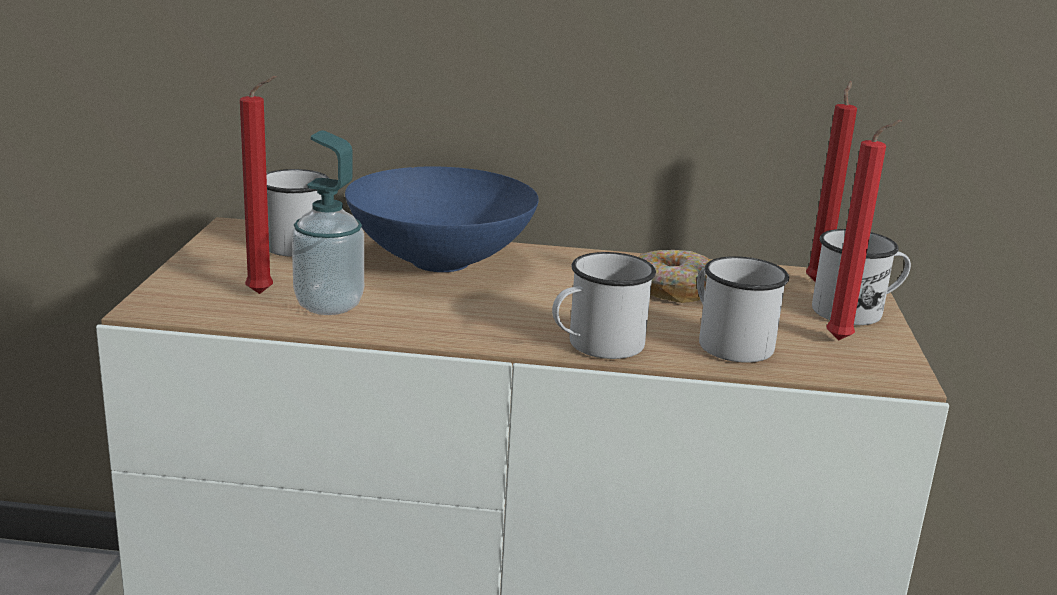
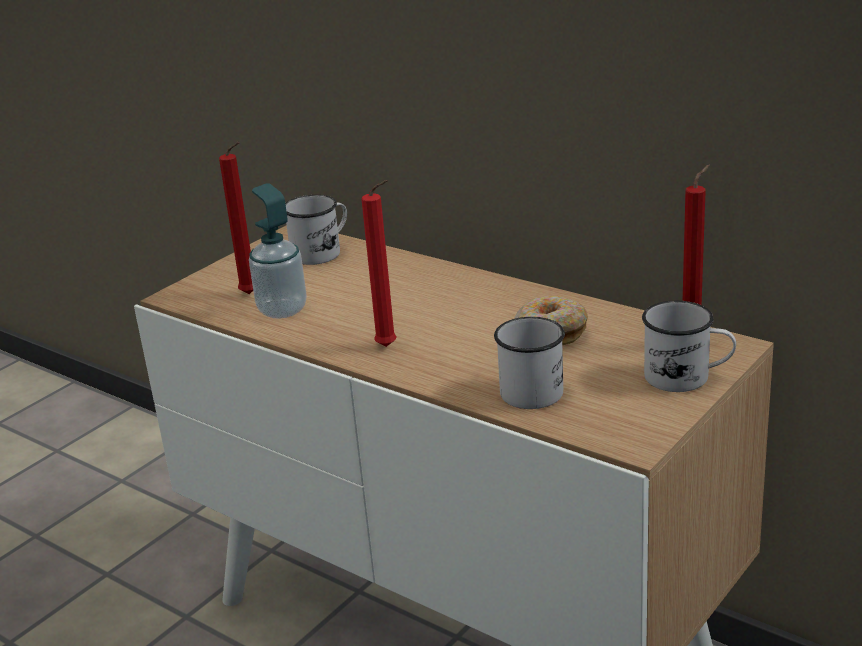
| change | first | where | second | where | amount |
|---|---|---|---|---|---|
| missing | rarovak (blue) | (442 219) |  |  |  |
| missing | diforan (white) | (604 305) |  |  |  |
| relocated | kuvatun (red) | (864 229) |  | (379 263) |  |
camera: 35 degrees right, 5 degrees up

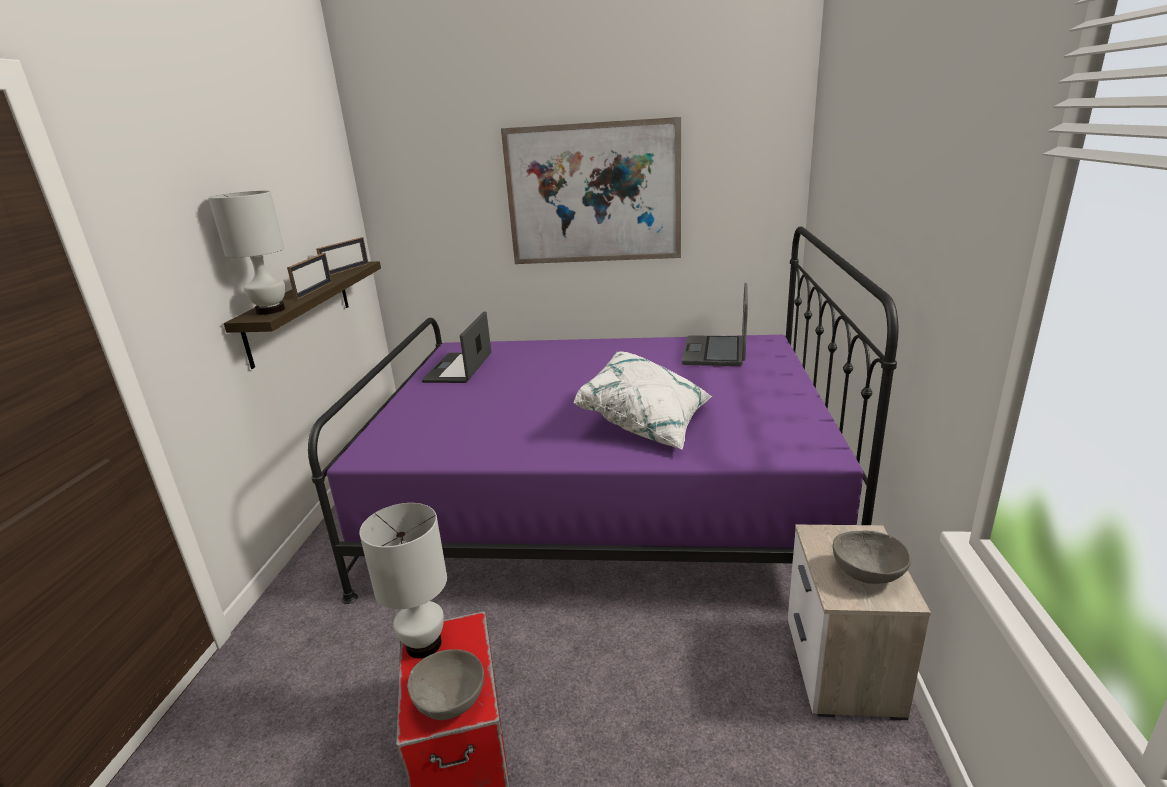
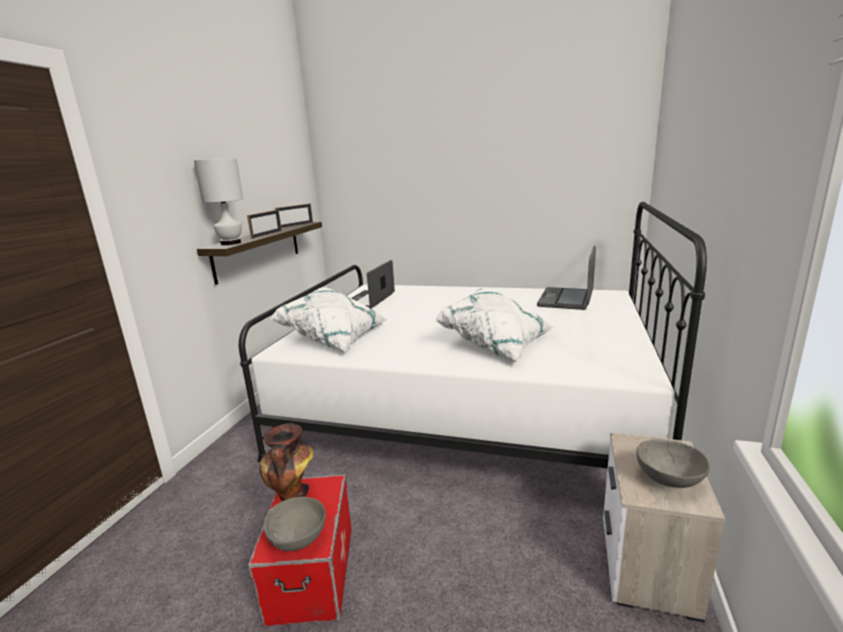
| change | first | where | second | where | amount |
|---|---|---|---|---|---|
| colour | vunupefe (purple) | (603 415) | vunupefe (white) | (473 335) |  |
| exchanged | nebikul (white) | (403 580) | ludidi | (286 461) |  |
| missing | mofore | (591 190) |  |  |  |
| appeared |  |  | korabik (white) | (329 319) |  |
camera: 10 degrees right, 5 degrees down

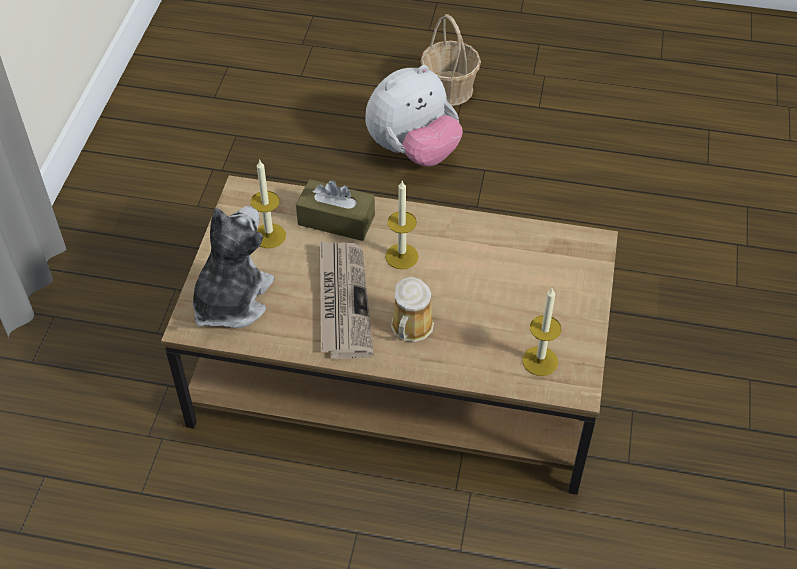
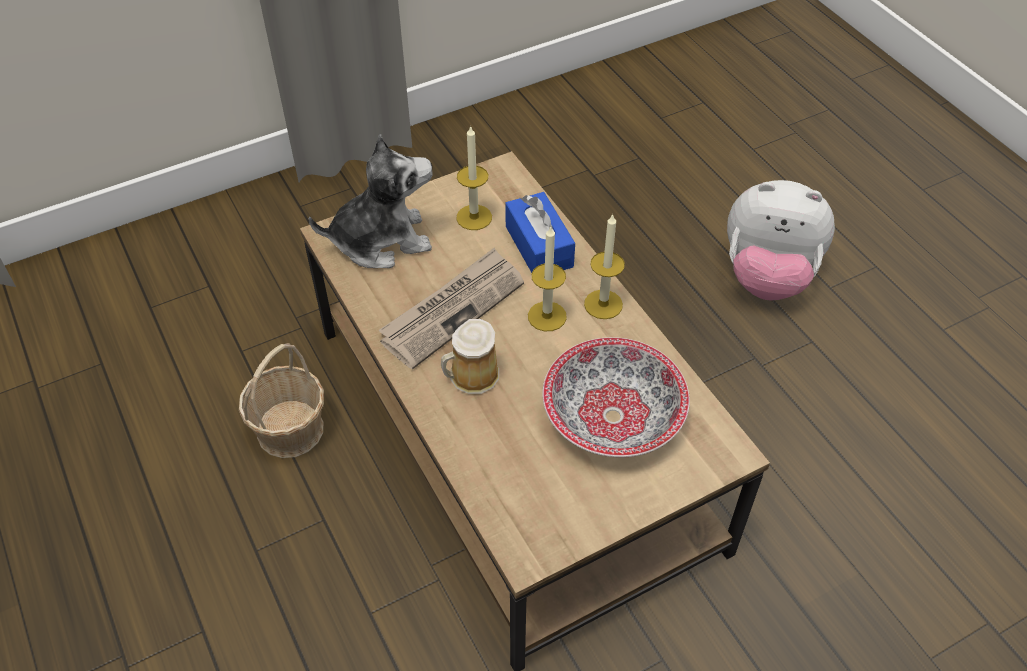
| change | first | where | second | where | amount |
|---|---|---|---|---|---|
| colour | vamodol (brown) | (335 210) | vamodol (blue) | (540 232) |  |
| relocated | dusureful | (451 60) |  | (281 400) |  |
| relocated | kuvatun | (541 332) |  | (604 266) |  |
| appeared |  |  | rarovak | (616 397) |  |
camera: 50 degrees right, 0 degrees up

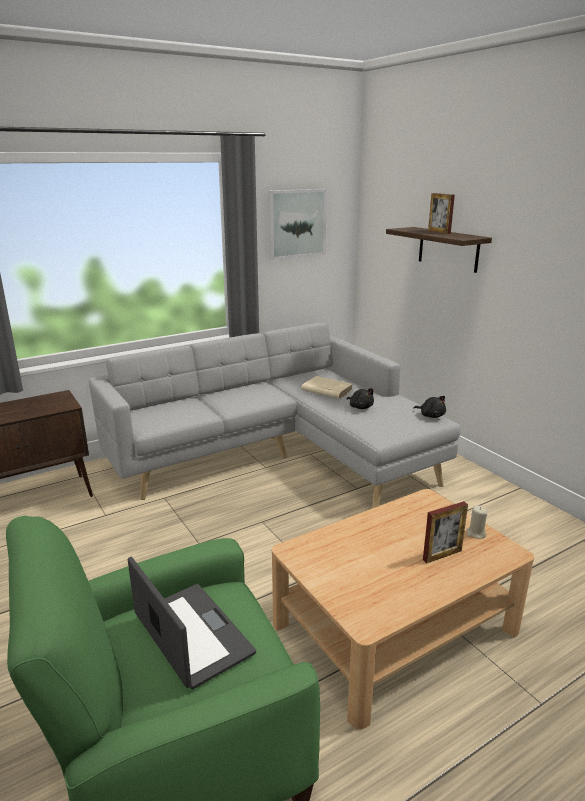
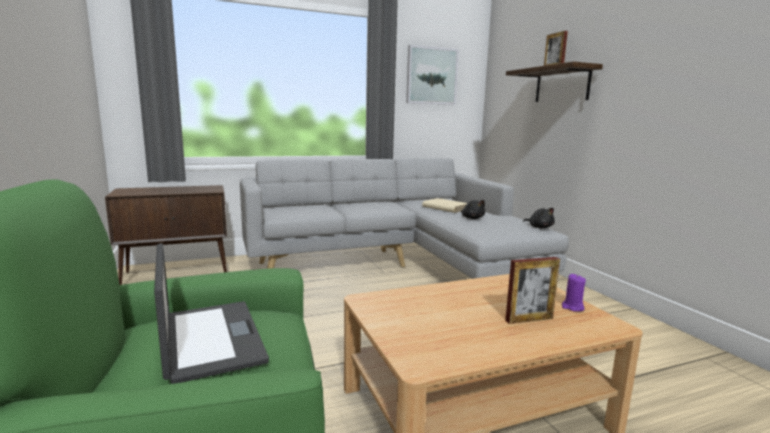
| change | first | where | second | where | amount |
|---|---|---|---|---|---|
| colour | kuvatun (beige) | (476 522) | kuvatun (purple) | (574 293) |  |
camera: 10 degrees right, 10 degrees down

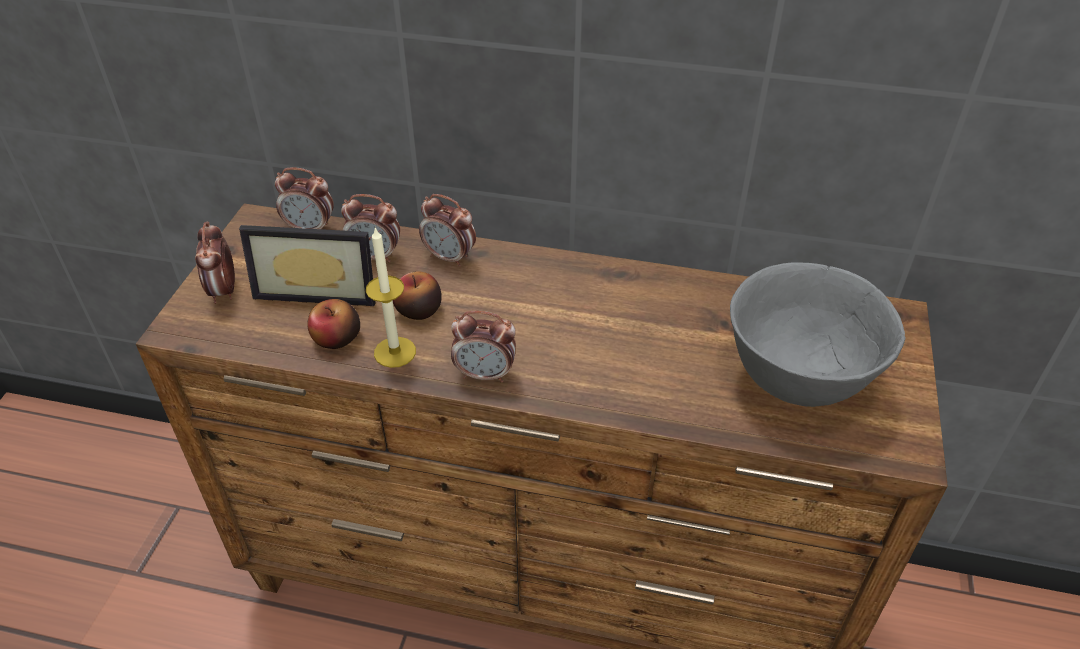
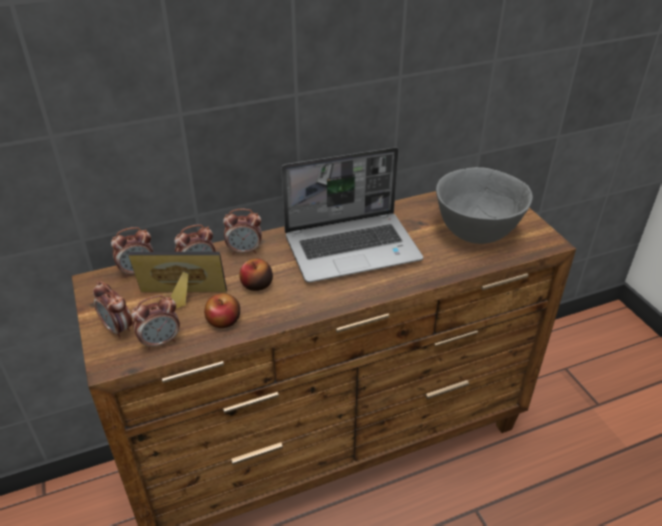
| change | first | where | second | where | amount |
|---|---|---|---|---|---|
| spun | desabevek | (307 265) |  | (177 280) | 150 degrees counterclockwise |
| missing | kuvatun | (391 297) |  |  |  |
| relocated | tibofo | (483 347) |  | (155 323) |  |
| appeared |  |  | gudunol | (352 215) |  |
camera: 35 degrees left, 5 degrees down

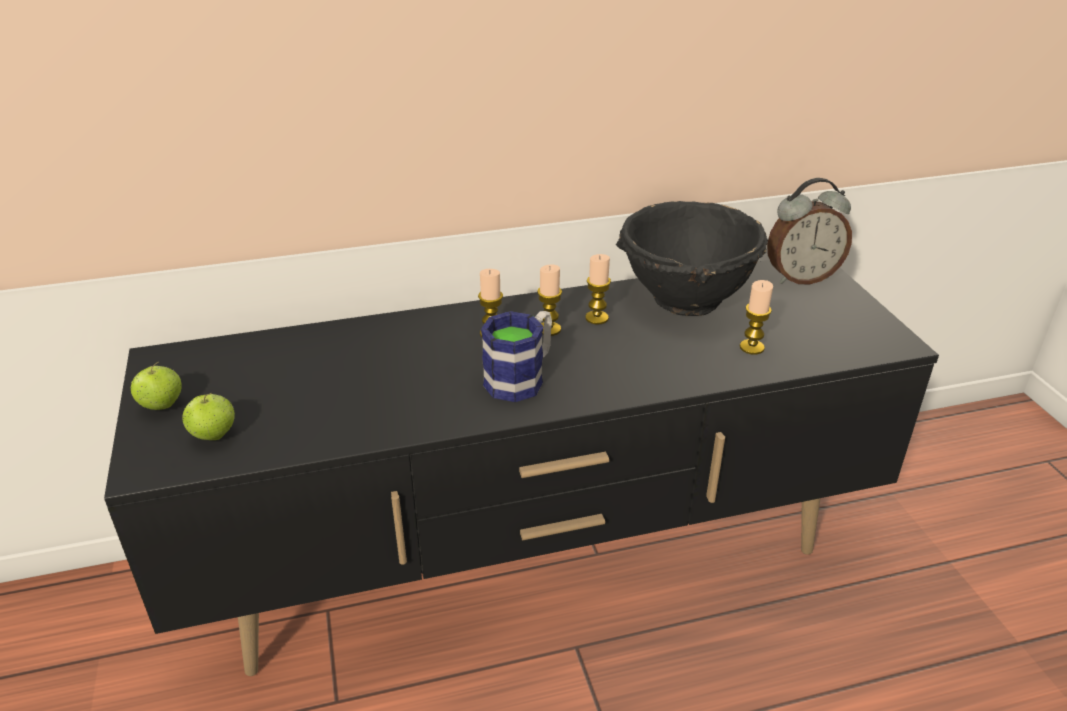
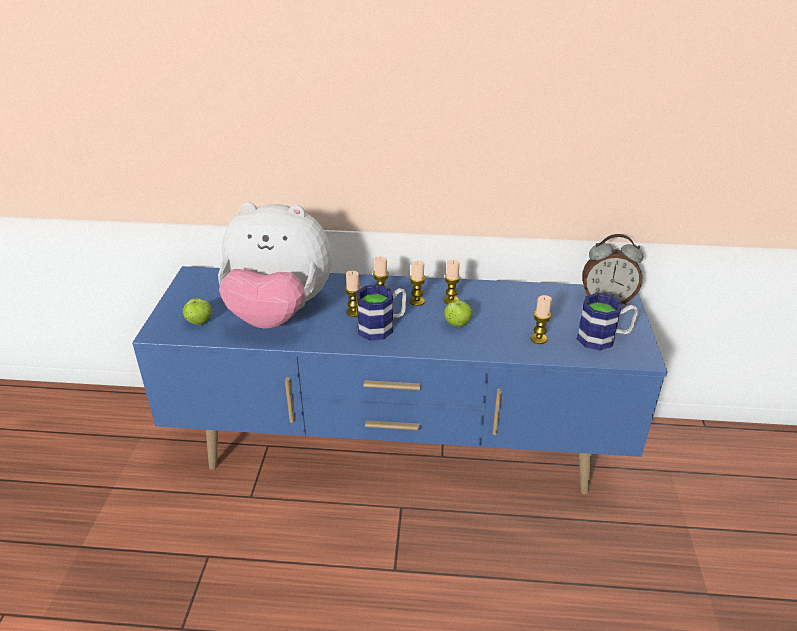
| change | first | where | second | where | amount |
|---|---|---|---|---|---|
| colour | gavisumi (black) | (521 468) | gavisumi (blue) | (400 380) |  |
| relocated | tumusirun | (156 385) |  | (458 313) |  |
| missing | rarovak (black) | (692 258) |  |  |  |
| appeared |  |  | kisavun | (275 265) |  |
| appeared |  |  | kuvatun | (353 294) |  |
| appeared |  |  | diforan | (607 322) |  |
camera: 20 degrees right, 0 degrees up

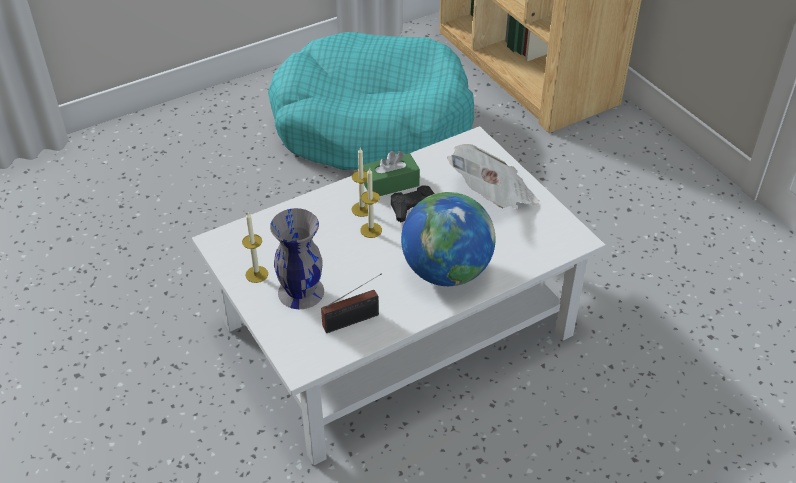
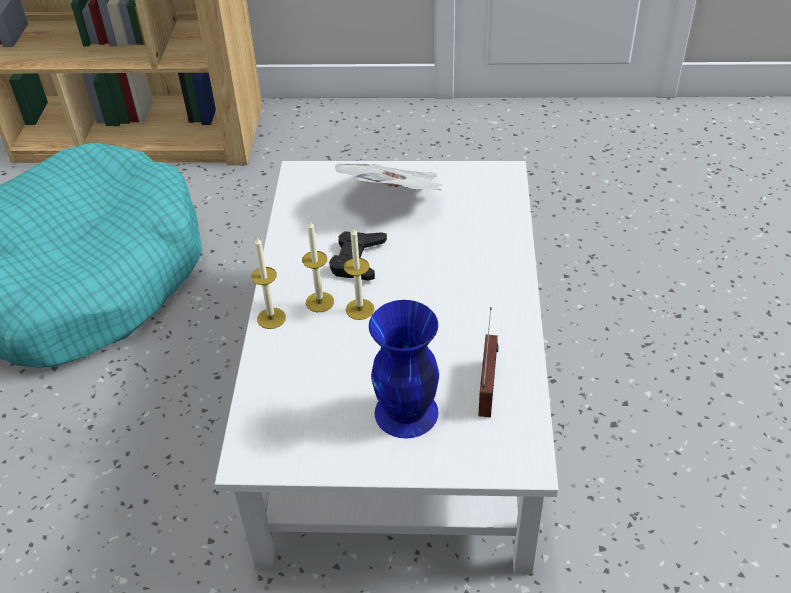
| change | first | where | second | where | amount |
|---|---|---|---|---|---|
| relocated | kuvatun | (255 247) |  | (268 283) |  |
| colour | ludidi (grey) | (297 258) | ludidi (blue) | (404 369) |  |
| missing | vamodol (green) | (391 173) |  |  |  |
| missing | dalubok | (448 239) |  |  |  |
camera: 55 degrees left, 0 degrees up

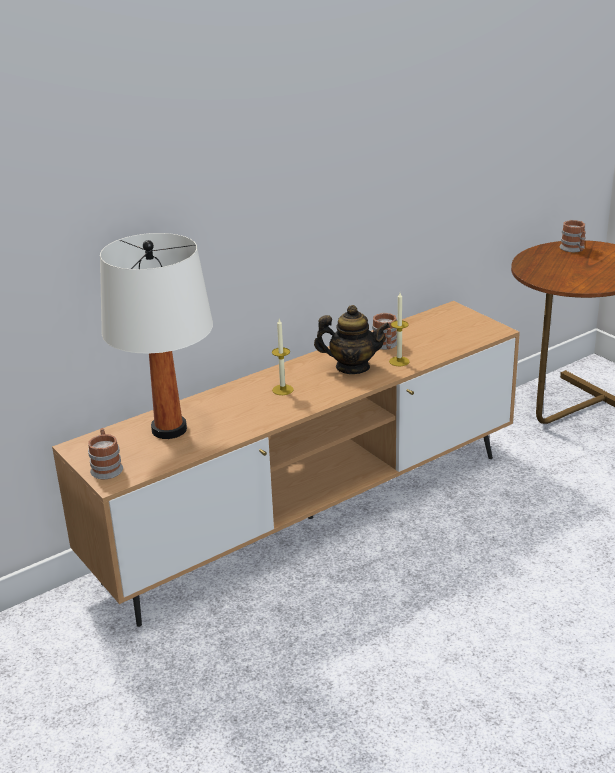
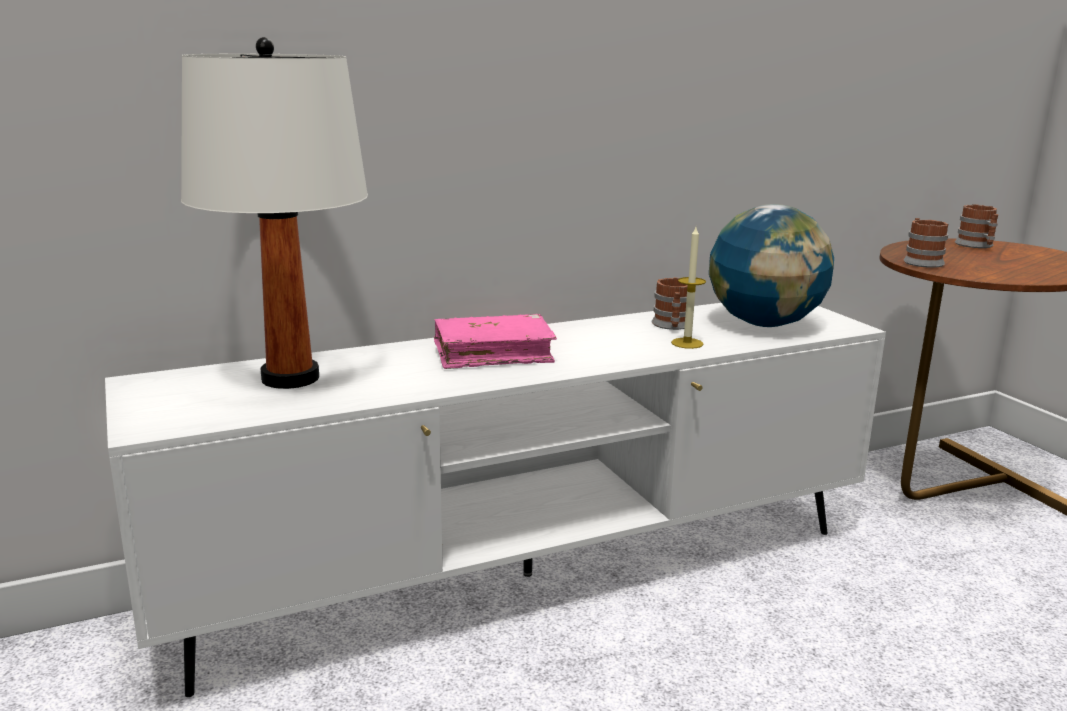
| change | first | where | second | where | amount |
|---|---|---|---|---|---|
| colour | gavisumi (brown) | (286 464) | gavisumi (white) | (495 500) |  |
| relocated | diforan | (105 453) |  | (925 243) |  |
| exchanged | kuvatun | (283 357) | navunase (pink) | (495 341) |  |
| missing | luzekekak | (352 339) |  |  |  |
| appeared |  |  | dalubok | (771 265) |  |
camera: 10 degrees right, 10 degrees down

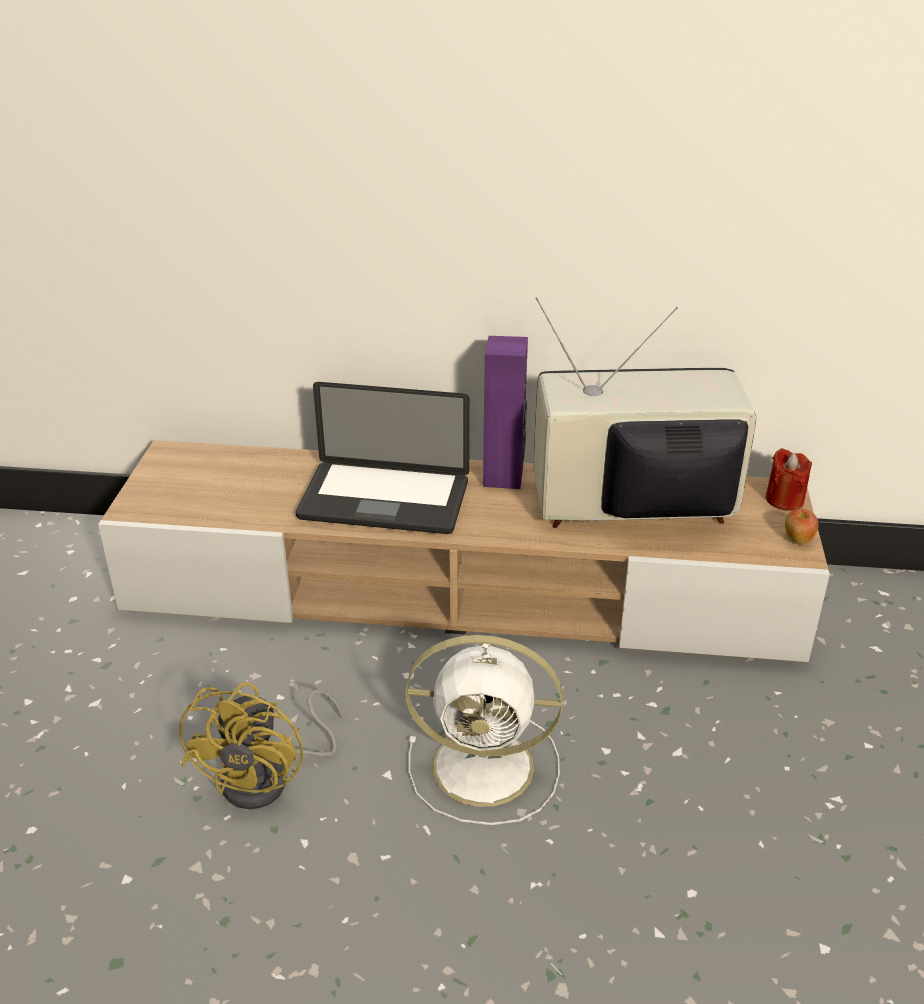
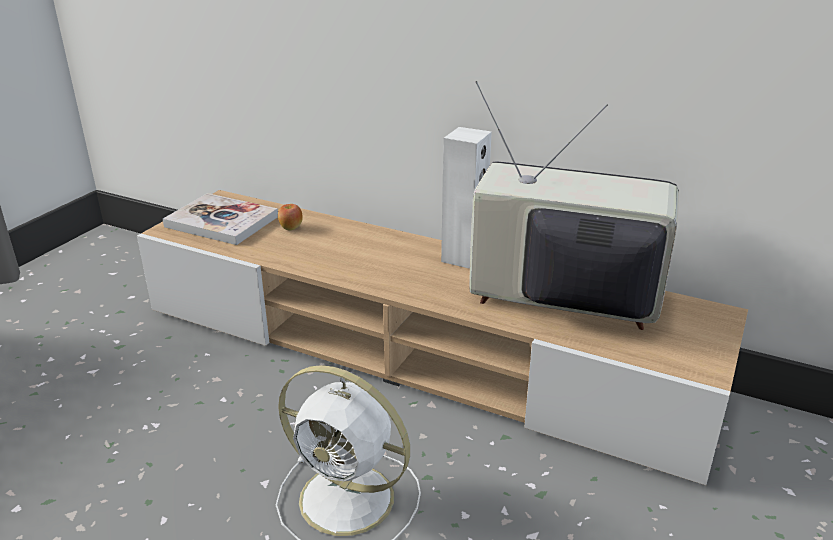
| change | first | where | second | where | amount |
|---|---|---|---|---|---|
| missing | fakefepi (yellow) | (260 745) |  |  |  |
| missing | gudunol | (383 458) |  |  |  |
| colour | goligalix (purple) | (505 412) | goligalix (white) | (466 198) |  |
| missing | kuvatun (red) | (789 479) |  |  |  |
| relocated | tumusirun | (801 526) |  | (290 217) |  |
| appeared |  |  | navunase | (220 219) |  |
camera: 20 degrees right, 5 degrees down

